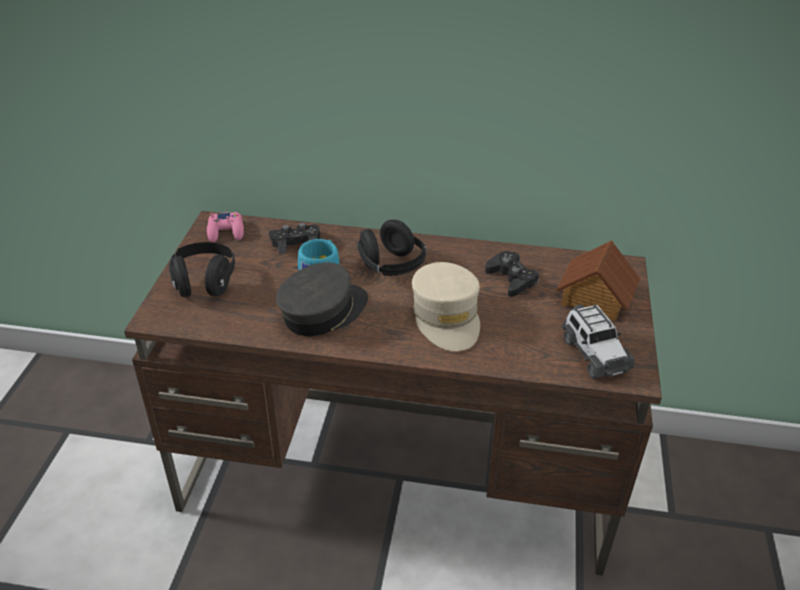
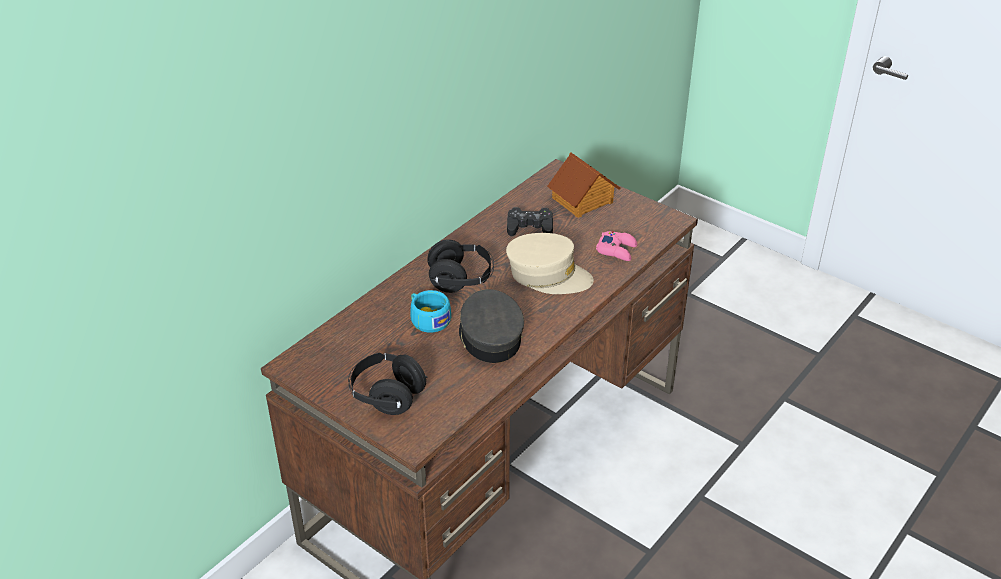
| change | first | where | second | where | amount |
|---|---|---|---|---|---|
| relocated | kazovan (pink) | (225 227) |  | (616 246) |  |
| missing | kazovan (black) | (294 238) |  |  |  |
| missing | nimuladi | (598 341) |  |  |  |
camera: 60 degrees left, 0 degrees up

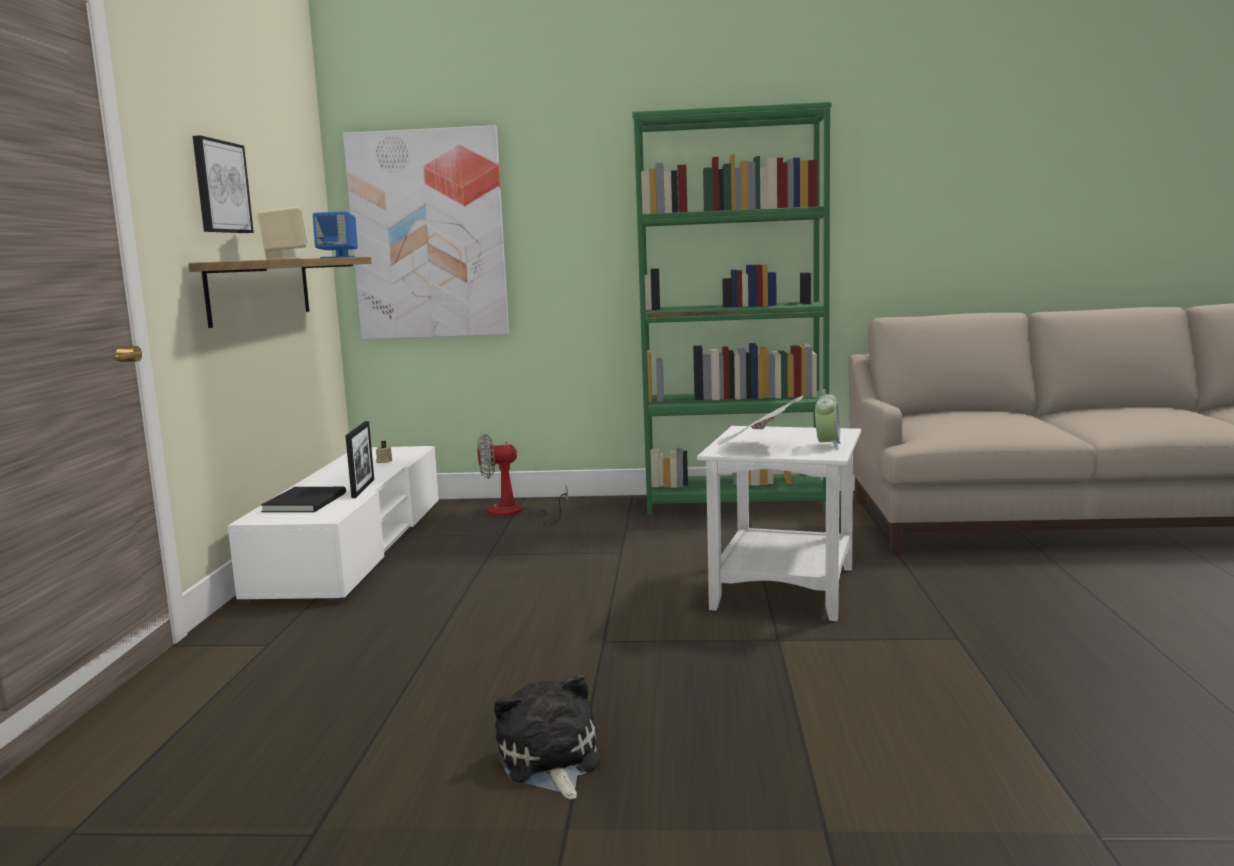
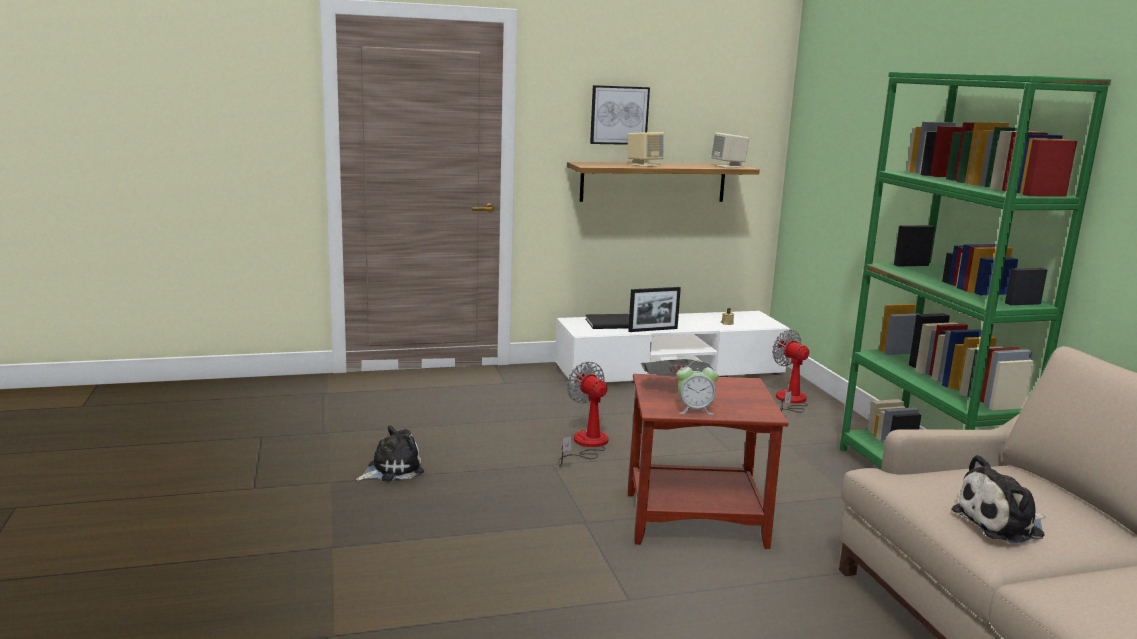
| change | first | where | second | where | amount |
|---|---|---|---|---|---|
| colour | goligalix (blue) | (335 234) | goligalix (beige) | (730 150) |  |
| missing | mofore | (426 232) |  |  |  |
| colour | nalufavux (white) | (779 523) | nalufavux (brown) | (708 461) |  |
| appeared |  |  | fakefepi | (583 414) |  |
| appeared |  |  | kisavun | (998 499) |  |
camera: 70 degrees right, 5 degrees up

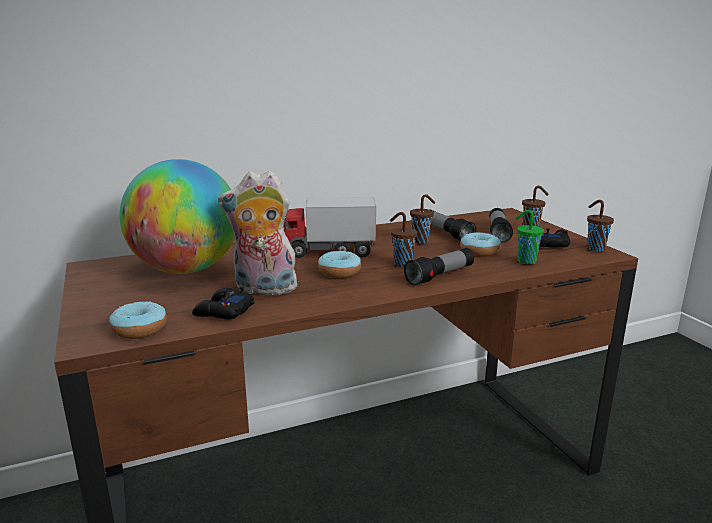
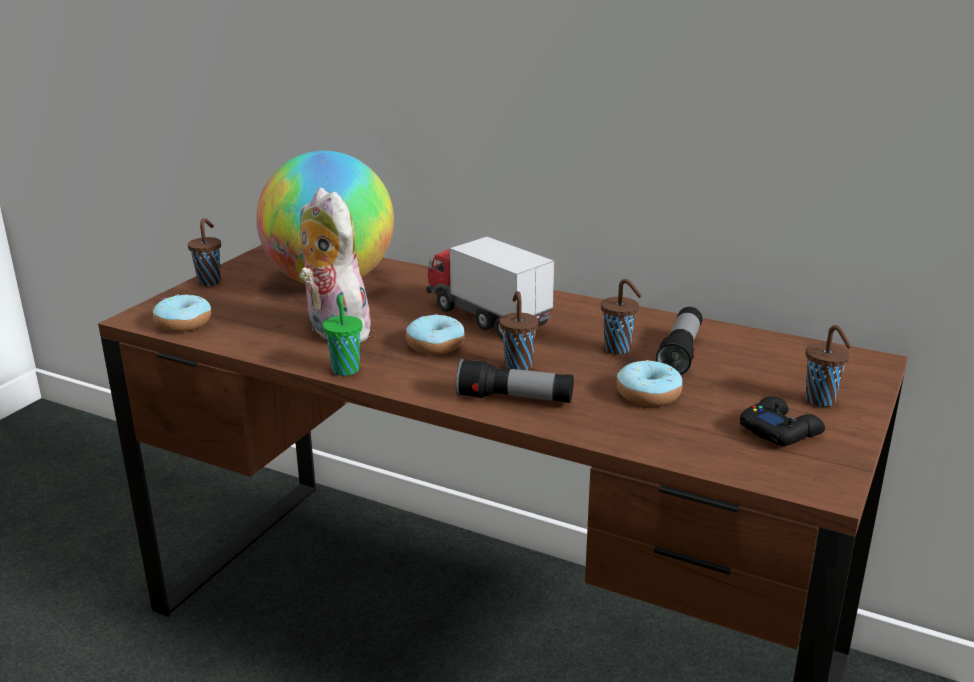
| change | first | where | second | where | amount |
|---|---|---|---|---|---|
| missing | kazovan (black) | (223 303) |  |  |  |
| missing | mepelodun | (501 225) |  |  |  |
| relocated | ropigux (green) | (530 237) |  | (343 335) |  |
| relocated | ropigux (brown) | (600 225) |  | (204 252) |  |
camera: 50 degrees right, 5 degrees up

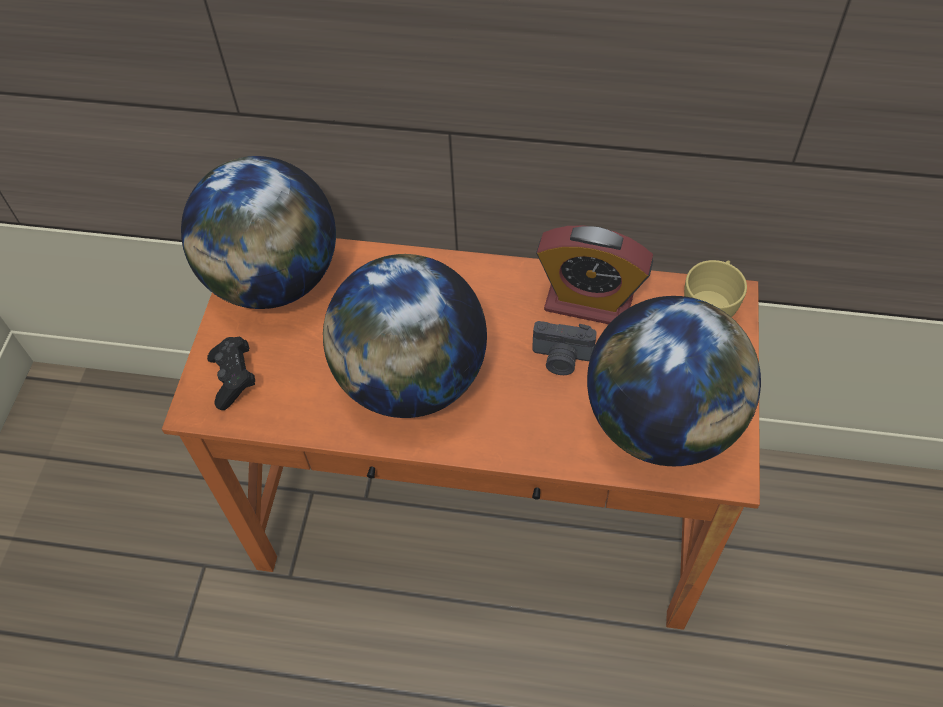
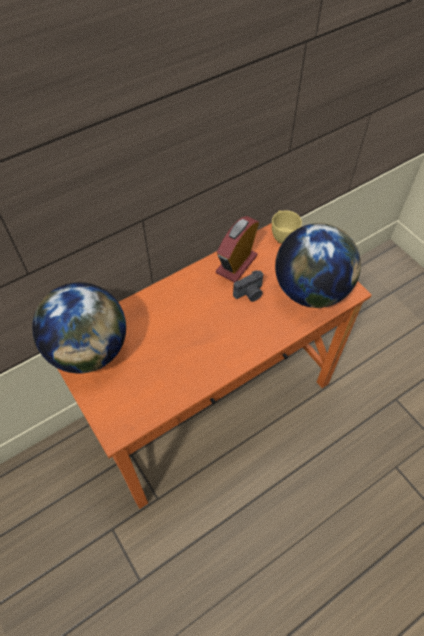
| change | first | where | second | where | amount |
|---|---|---|---|---|---|
| missing | kazovan (black) | (231 373) |  |  |  |
| missing | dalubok | (405 336) |  |  |  |
| spun | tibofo | (594 274) |  | (237 249) | 150 degrees clockwise |
camera: 45 degrees left, 0 degrees up

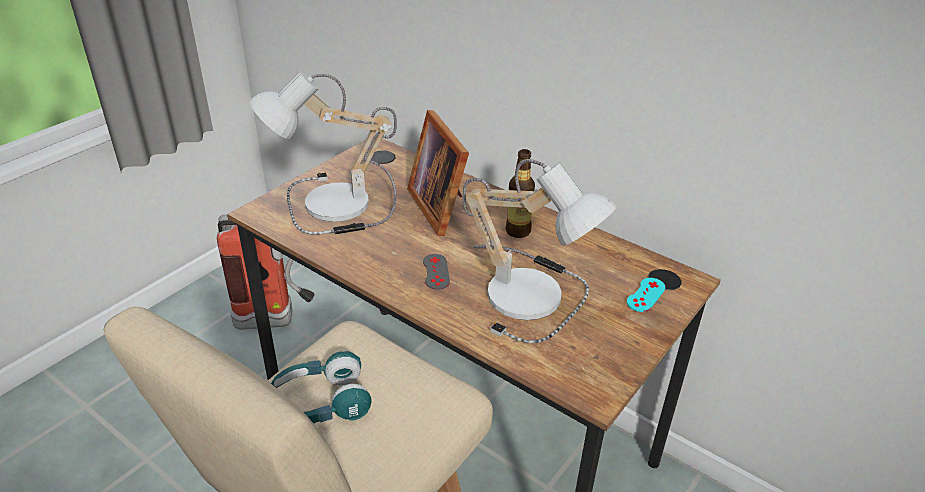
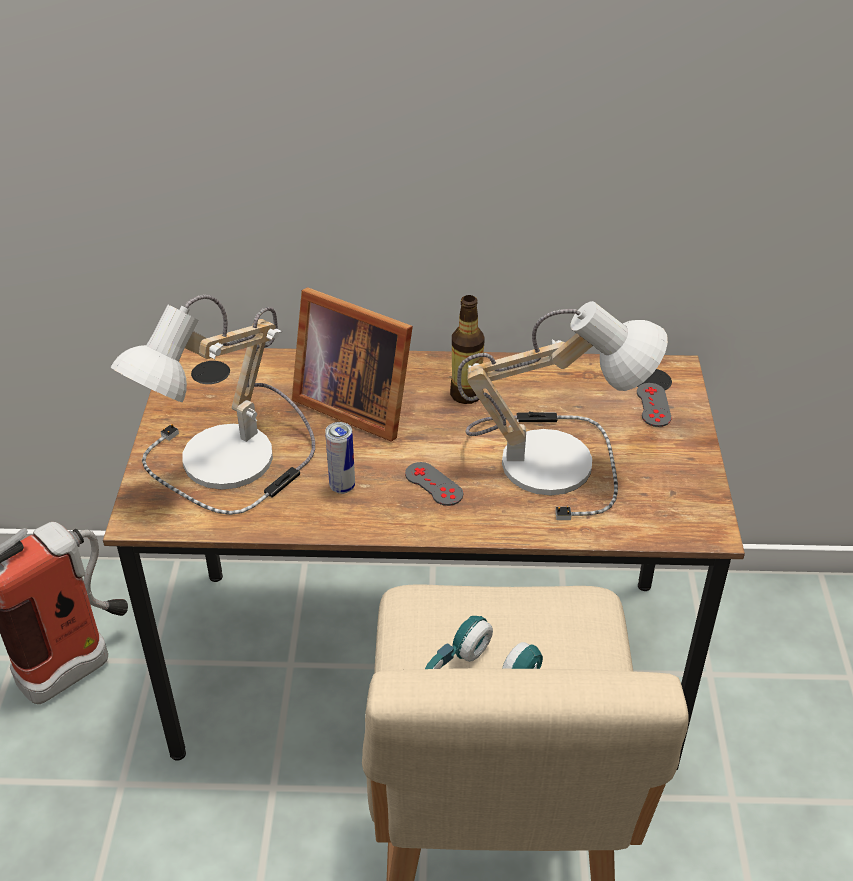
| change | first | where | second | where | amount |
|---|---|---|---|---|---|
| colour | kazovan (turquoise) | (646 295) | kazovan (grey) | (654 405) |  |
| appeared |  |  | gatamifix | (340 458) |  |
camera: 35 degrees left, 5 degrees up

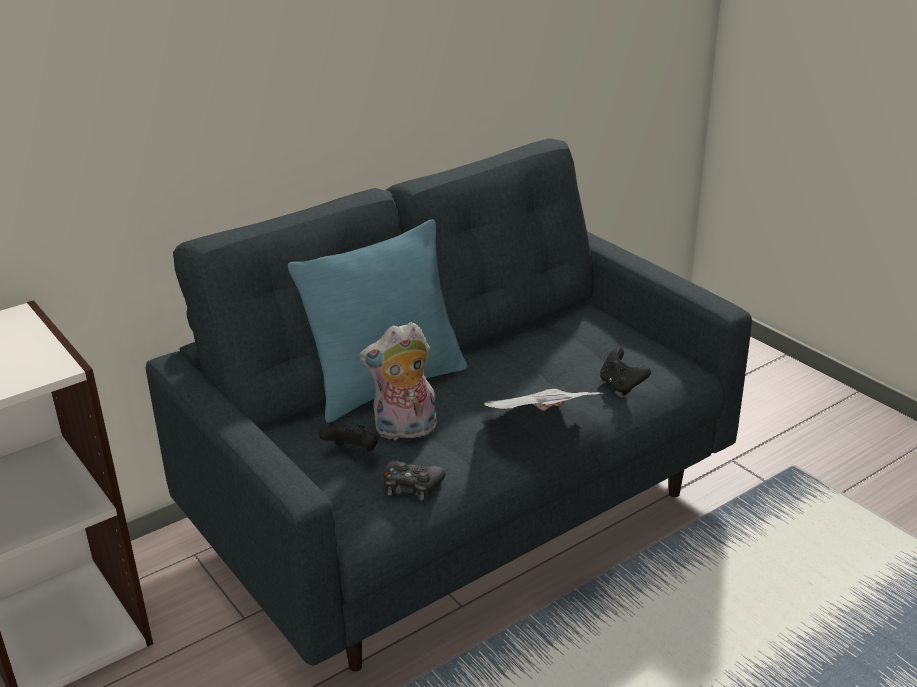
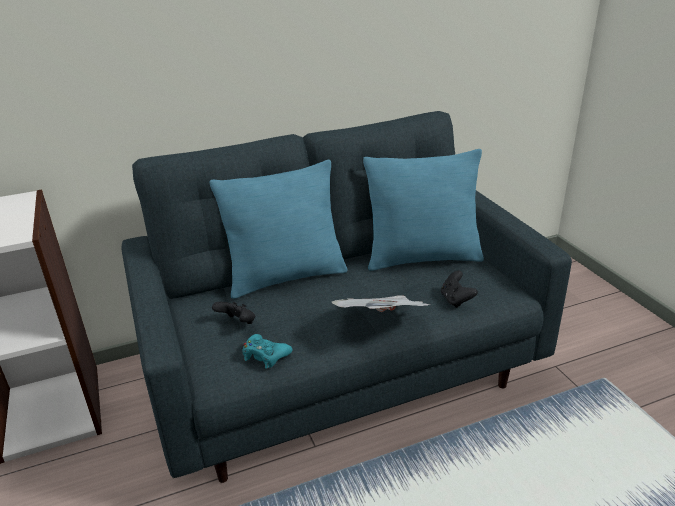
| change | first | where | second | where | amount |
|---|---|---|---|---|---|
| missing | kisavun | (398 381) |  |  |  |
| colour | kazovan (black) | (414 480) | kazovan (turquoise) | (267 351) |  |
| appeared |  |  | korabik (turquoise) | (423 210) |  |
camera: 15 degrees right, 0 degrees up

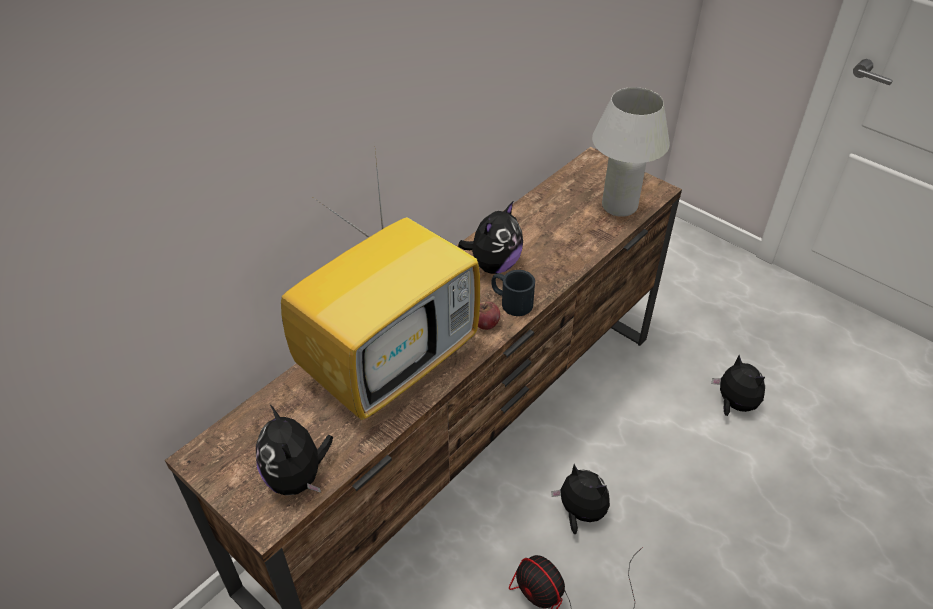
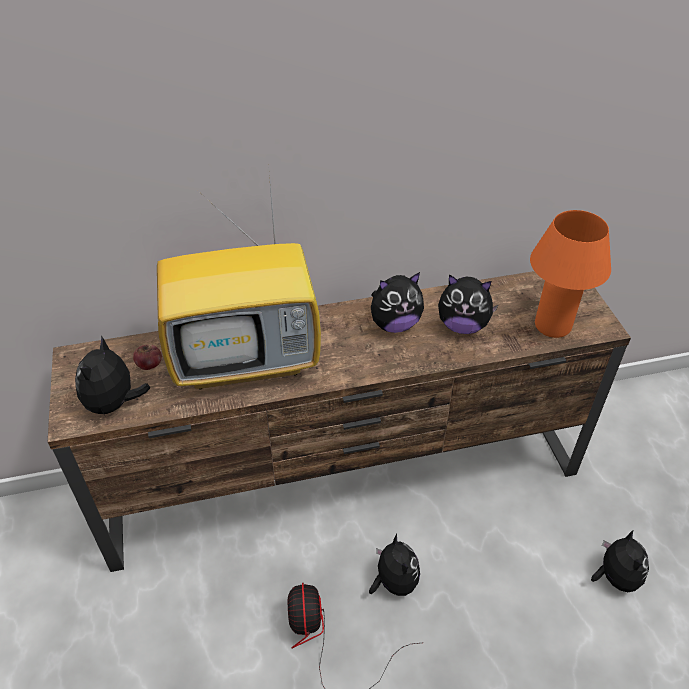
| change | first | where | second | where | amount |
|---|---|---|---|---|---|
| relocated | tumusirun | (489 316) |  | (147 357) |  |
| missing | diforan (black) | (513 293) |  |  |  |
| colour | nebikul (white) | (631 152) | nebikul (orange) | (570 274) |  |
| appeared |  |  | kisavun | (468 304) |  |
camera: 35 degrees right, 0 degrees up

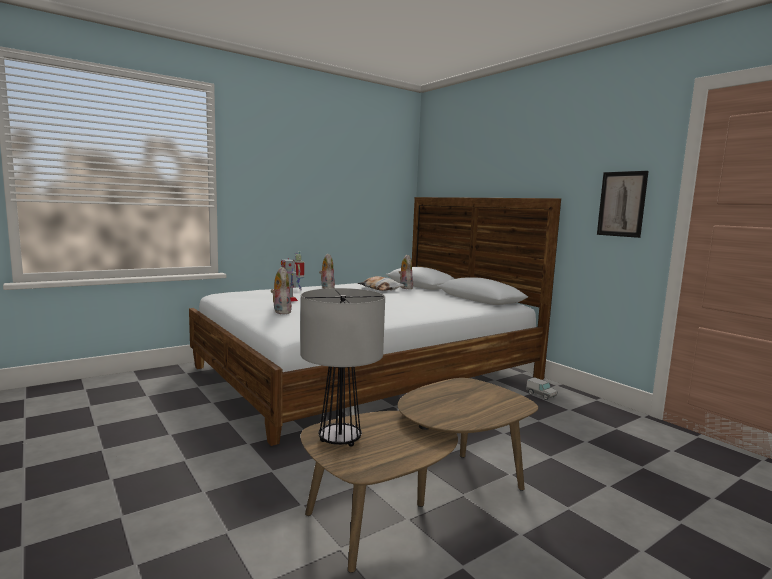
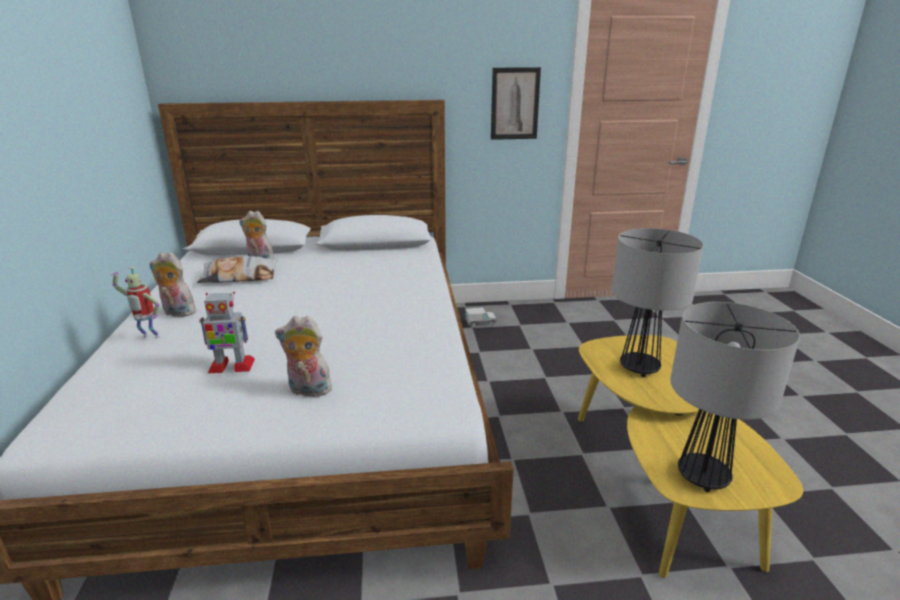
| change | first | where | second | where | amount |
|---|---|---|---|---|---|
| colour | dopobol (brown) | (419 475) | dopobol (yellow) | (690 456) |  |
| appeared |  |  | nebikul | (657 302) |  |
camera: 60 degrees left, 15 degrees up

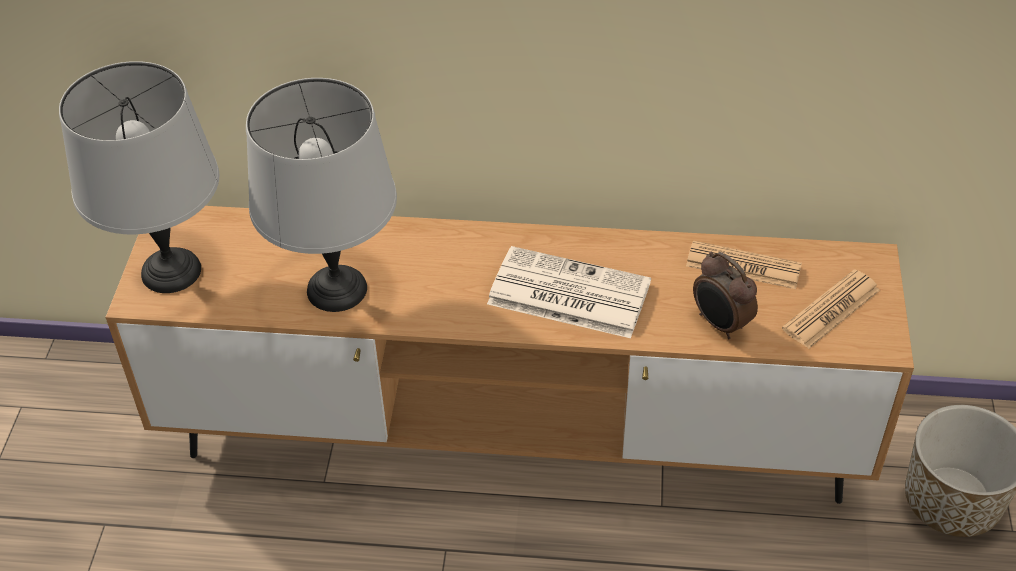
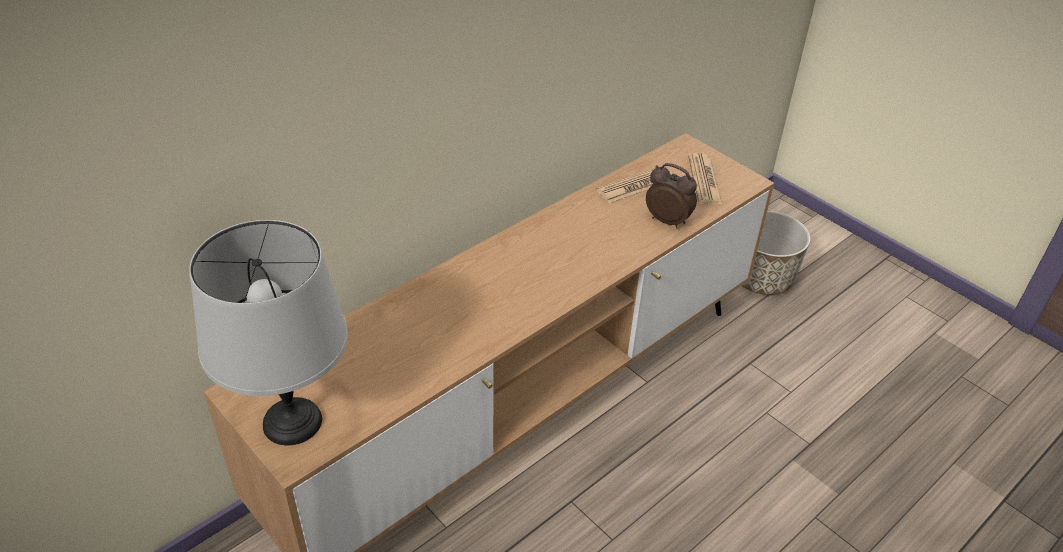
| change | first | where | second | where | amount |
|---|---|---|---|---|---|
| missing | nebikul (grey) | (321 195) |  |  |  |
| missing | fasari | (569 292) |  |  |  |
| spun | tibofo | (725 295) |  | (671 196) | 150 degrees counterclockwise |
camera: 50 degrees left, 5 degrees down

